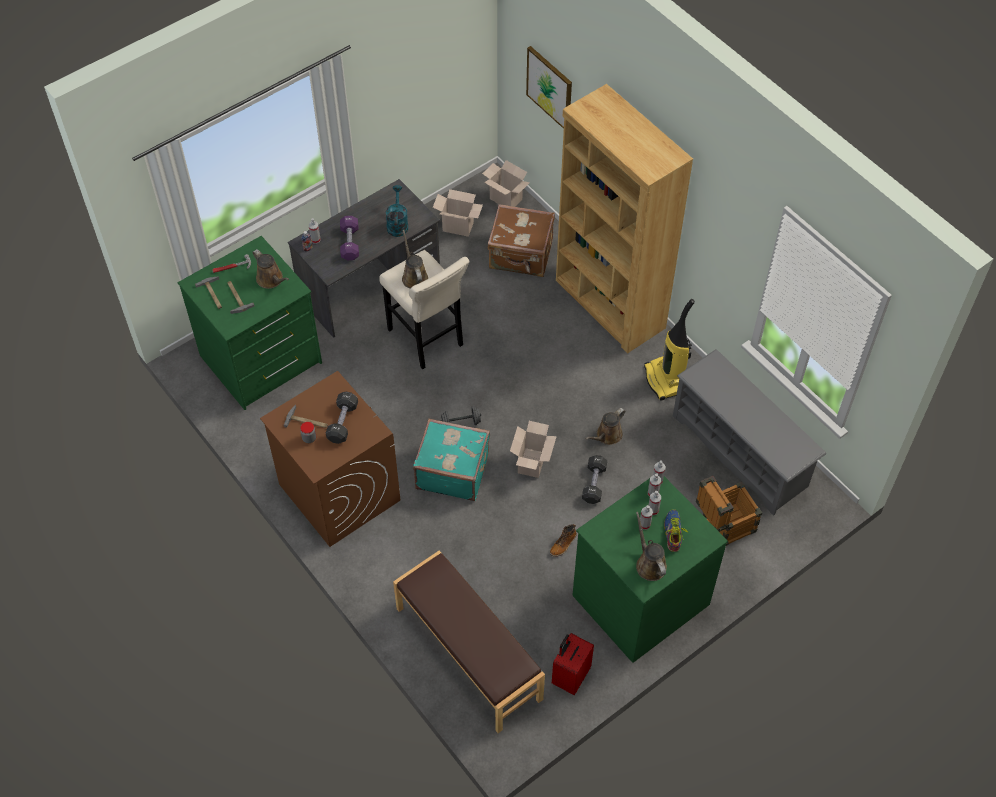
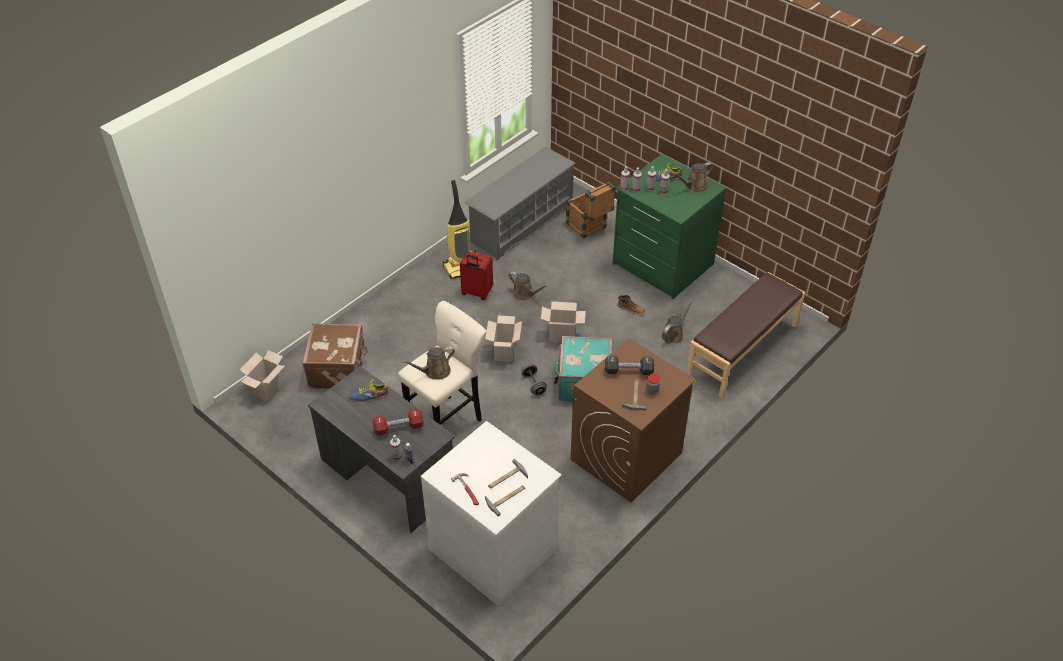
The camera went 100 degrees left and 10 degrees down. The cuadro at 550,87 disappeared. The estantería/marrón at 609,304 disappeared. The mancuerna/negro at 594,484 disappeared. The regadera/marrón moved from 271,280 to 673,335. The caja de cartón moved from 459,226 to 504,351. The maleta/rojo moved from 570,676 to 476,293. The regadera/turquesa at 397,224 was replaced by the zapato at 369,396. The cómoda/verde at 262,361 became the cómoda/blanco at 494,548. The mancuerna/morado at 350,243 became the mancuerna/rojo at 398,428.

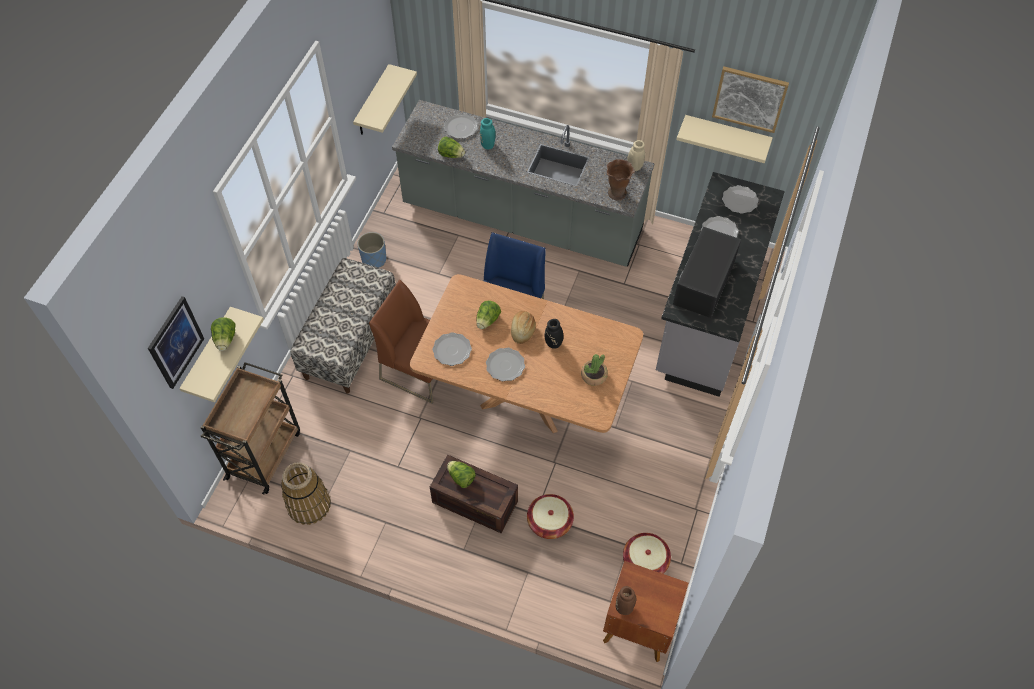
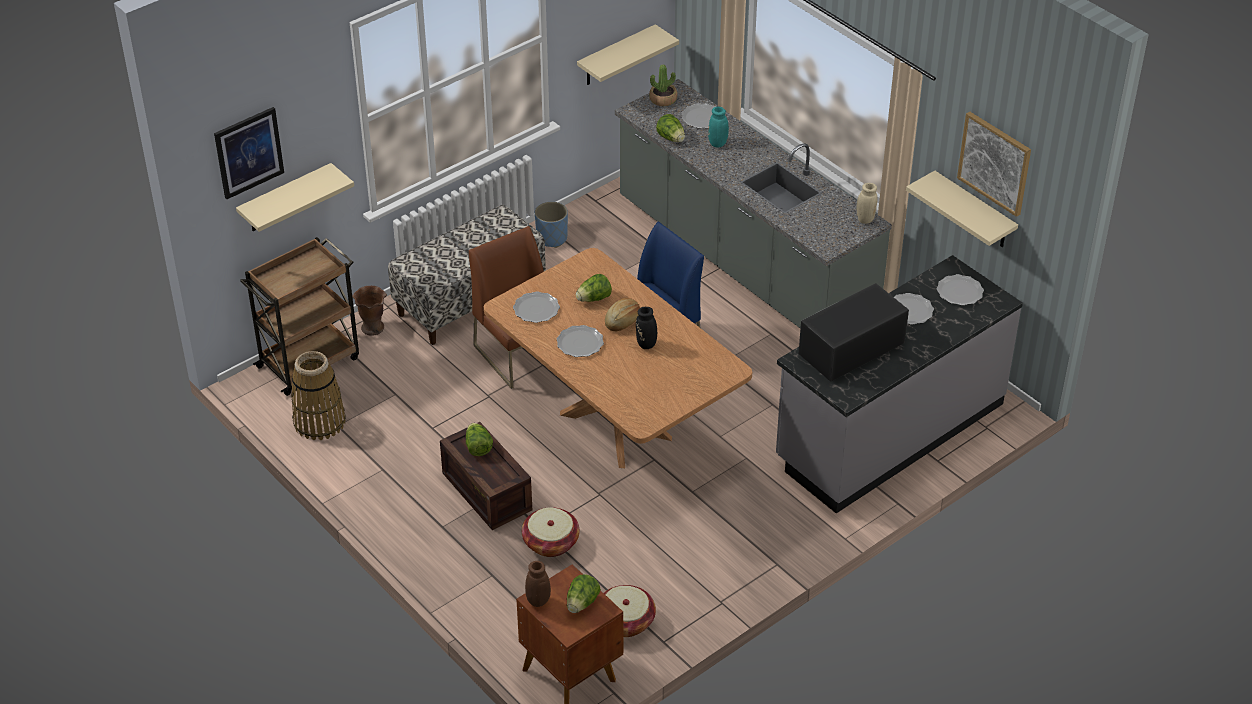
The camera went 30 degrees right and 15 degrees down. The lechuga moved from 225,339 to 582,603. The planta en maceta moved from 594,375 to 663,99. The florero/marrón moved from 617,193 to 373,328.

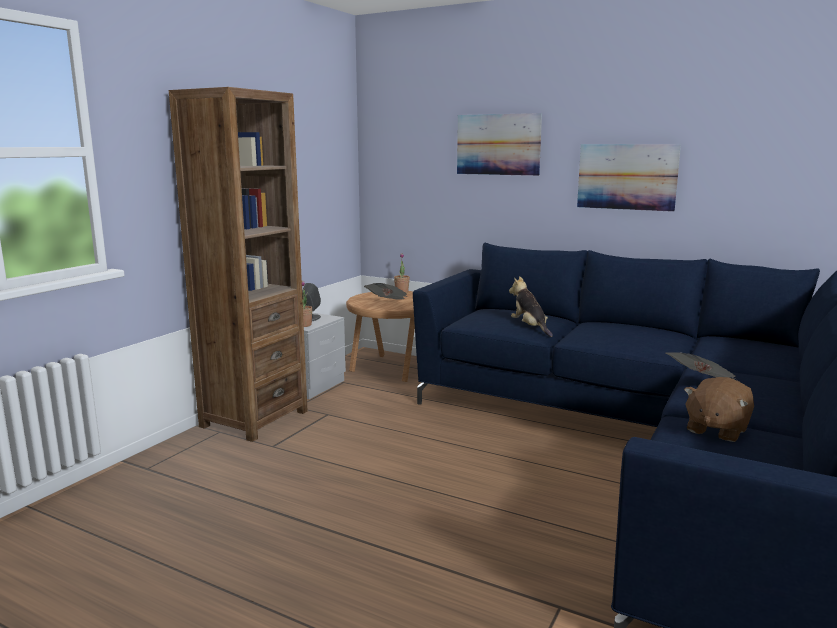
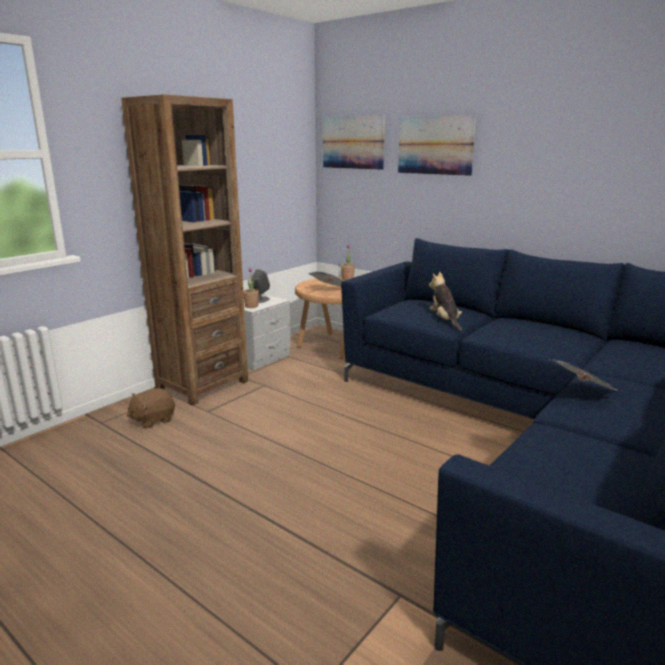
The camera went 10 degrees right and 5 degrees up. The cuadro moved from 627,177 to 353,142. The peluche/marrón moved from 716,430 to 153,420.

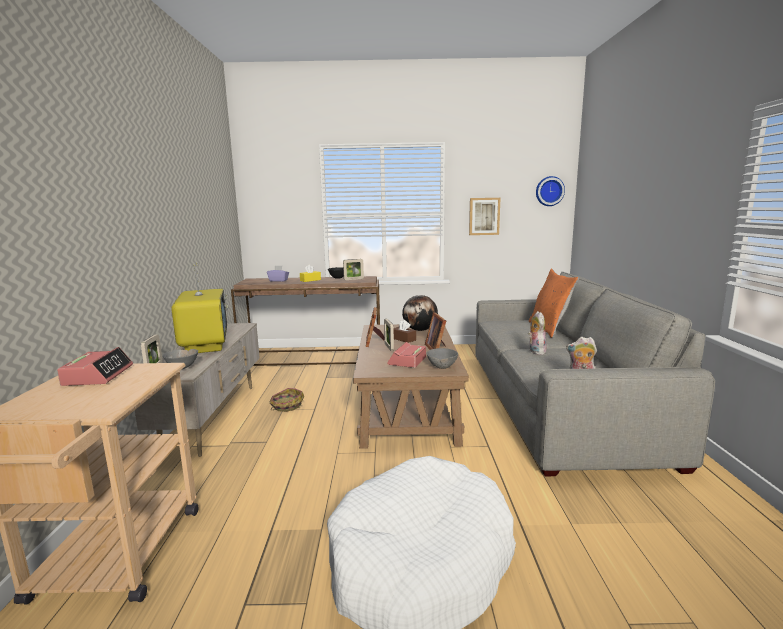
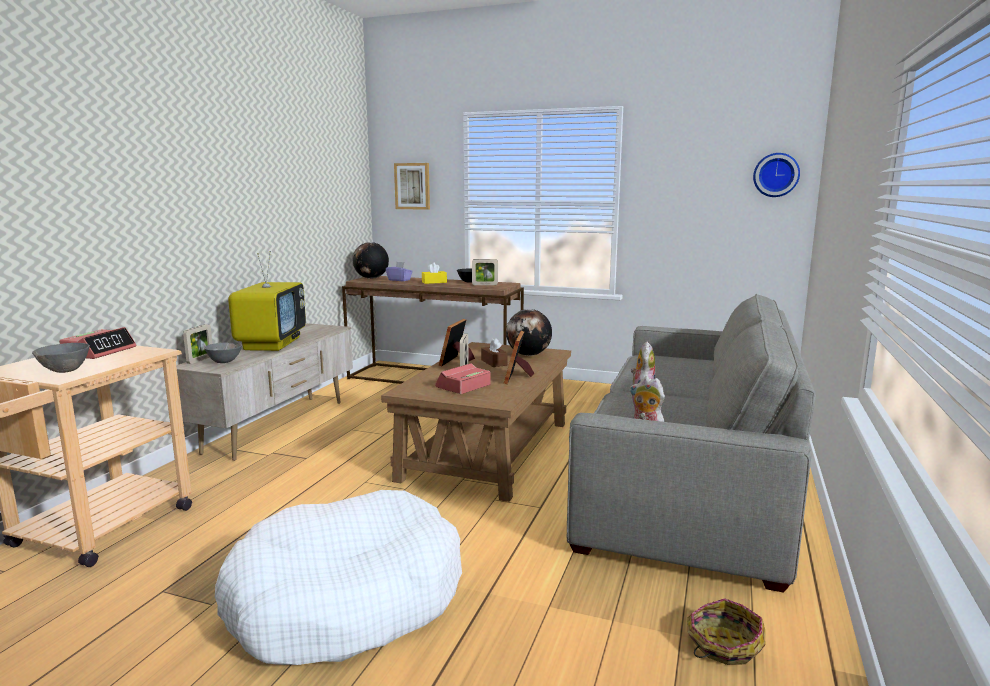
The camera went 20 degrees right and 0 degrees up. The cojín/naranja at 549,329 disappeared. The globo terráqueo at 371,278 appeared. The cesta moved from 286,406 to 723,645. The cuenco/gris moved from 441,367 to 64,371. The cuadro moved from 484,216 to 412,186.

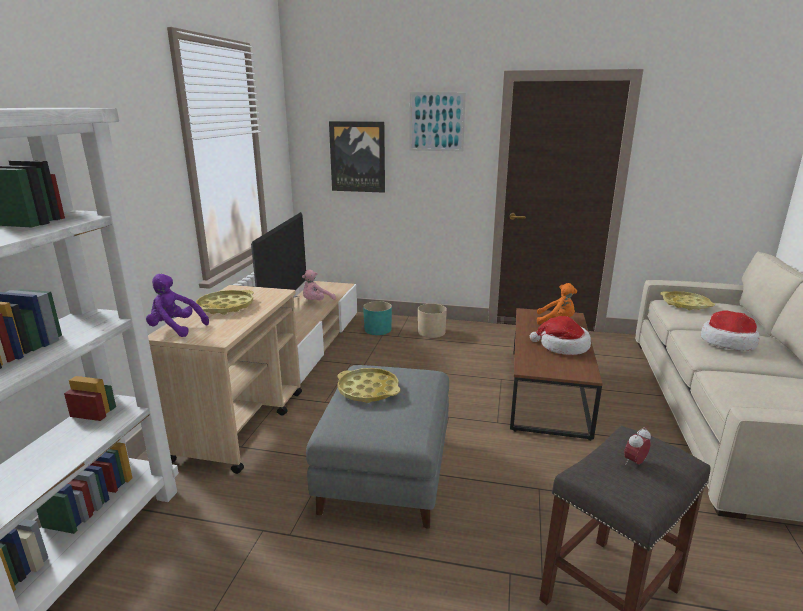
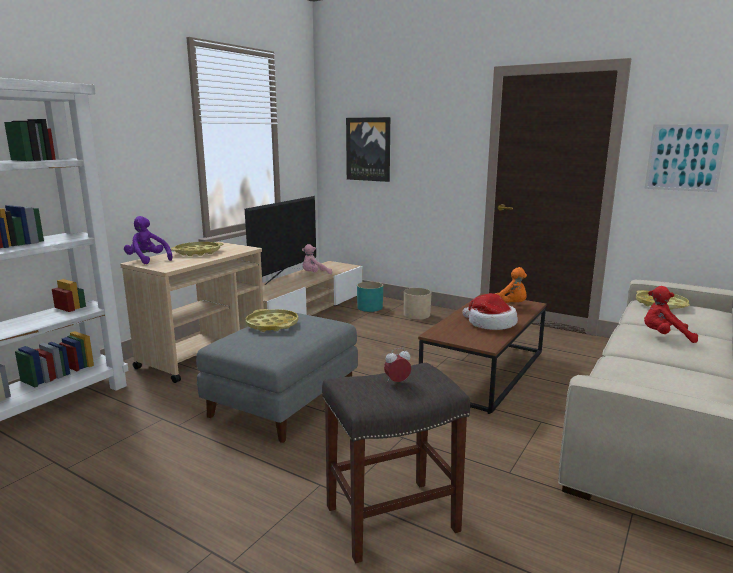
The camera went 20 degrees right and 5 degrees down. The cuadro moved from 436,122 to 684,157. The sombrero at 727,342 was replaced by the peluche/rojo at 664,336.

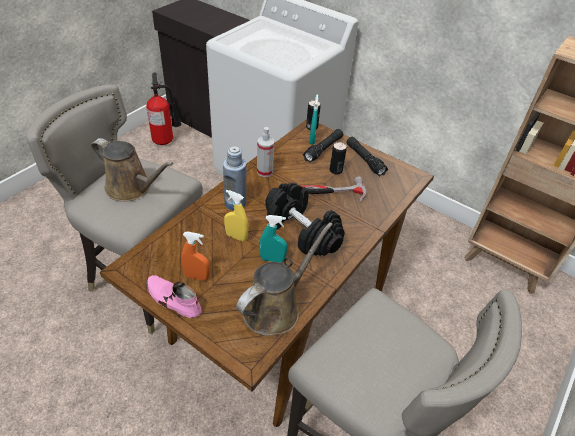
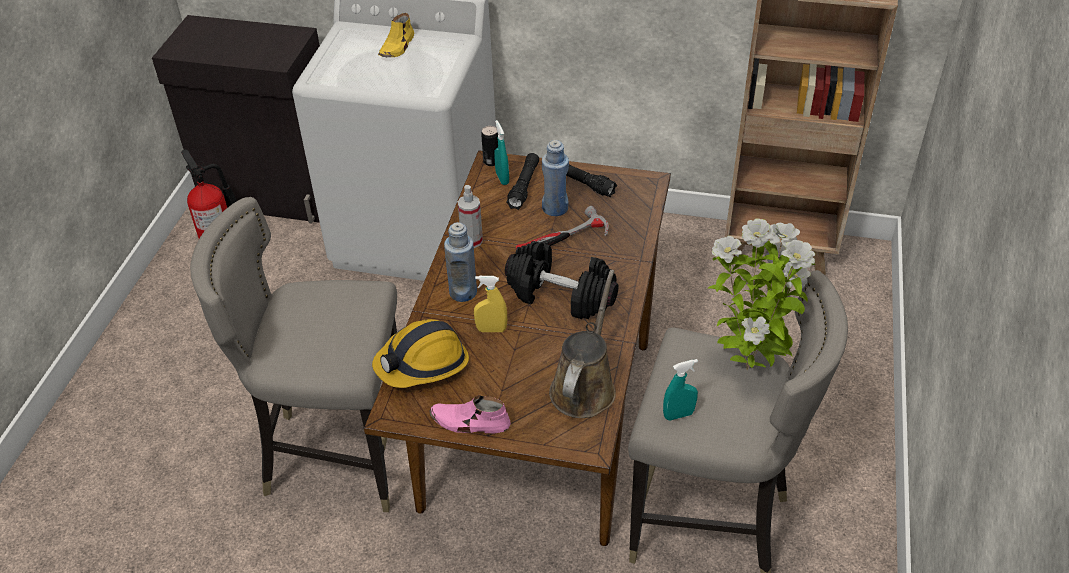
The camera went 20 degrees left and 0 degrees up. The regadera/marrón at 132,188 disappeared. The pulverizador/naranja at 197,276 disappeared. The casco at 423,364 appeared. The zapato/amarillo at 397,47 appeared. The planta en maceta at 748,368 appeared. The pulverizador/turquesa moved from 272,259 to 678,415. The lata at 336,170 was replaced by the botella/azul at 555,208.

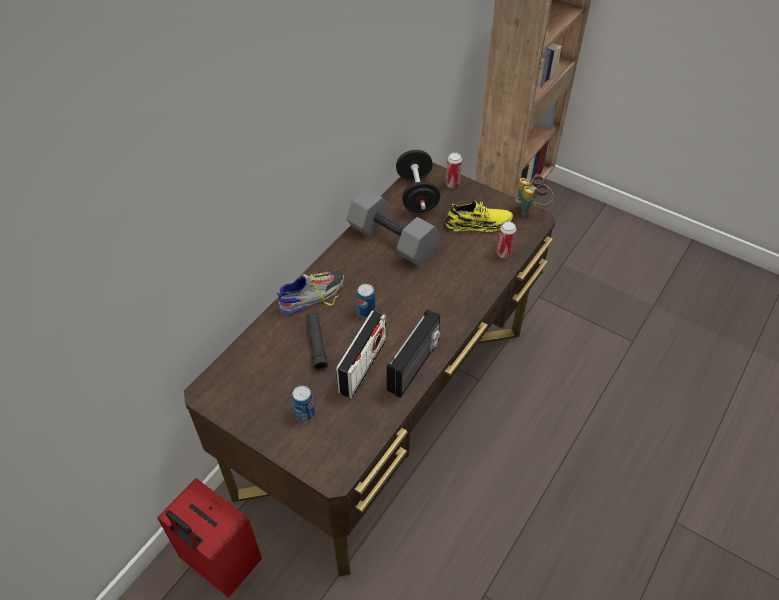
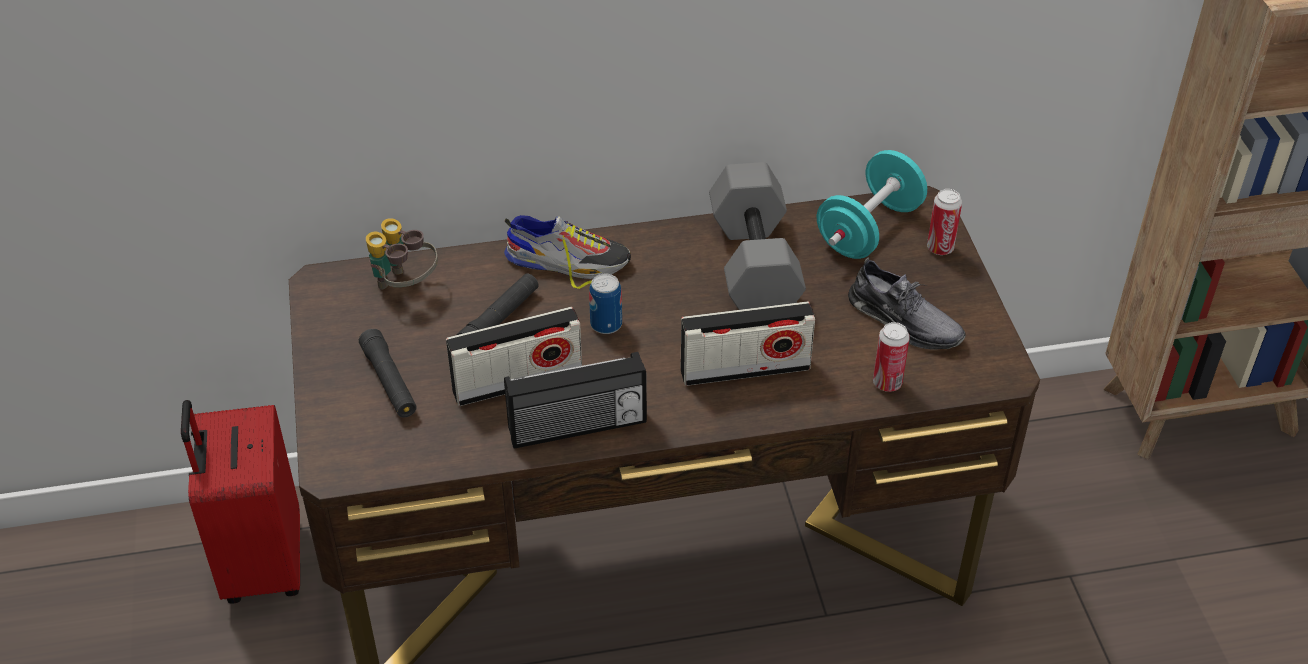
The camera went 45 degrees right and 5 degrees down. The radio at 745,369 appeared. The prismáticos moved from 531,209 to 404,286. The lata at 304,413 was replaced by the linterna/negro at 389,382. The mancuerna/negro at 417,194 became the mancuerna/turquesa at 869,229. The zapato/amarillo at 477,224 became the zapato/gris at 904,321.

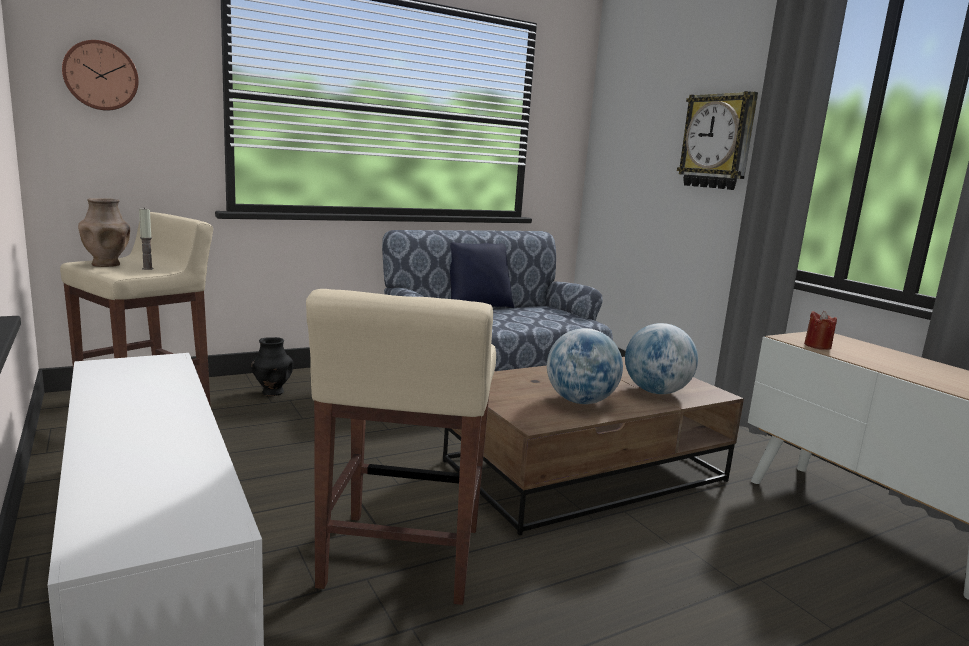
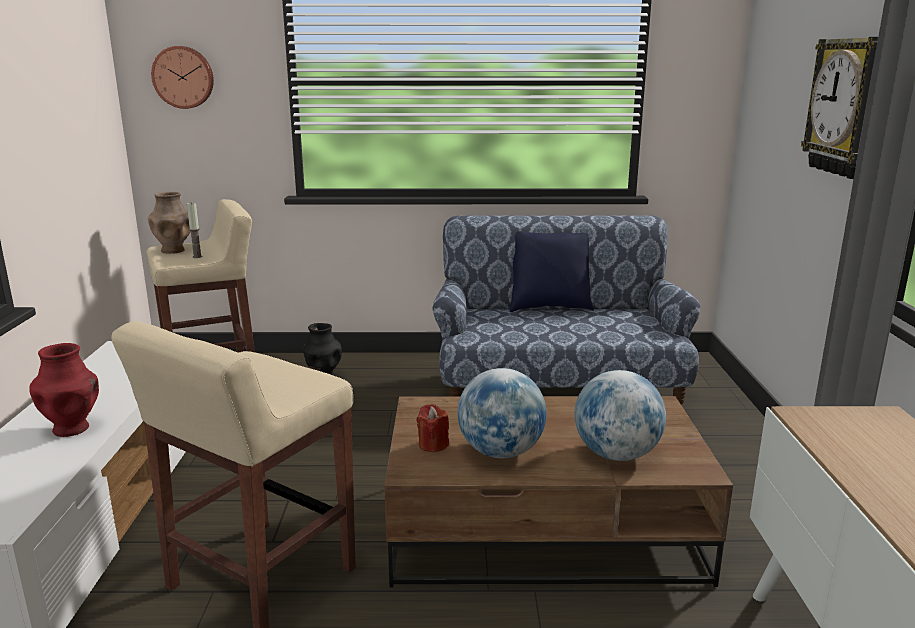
The camera went 30 degrees right and 5 degrees up. The florero/rojo at 72,429 appeared. The vela/rojo moved from 817,346 to 433,445.

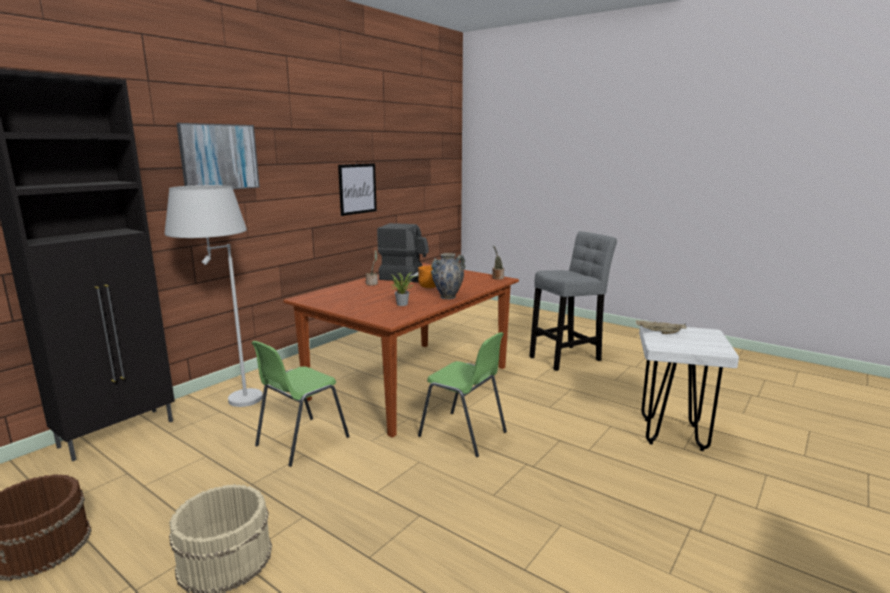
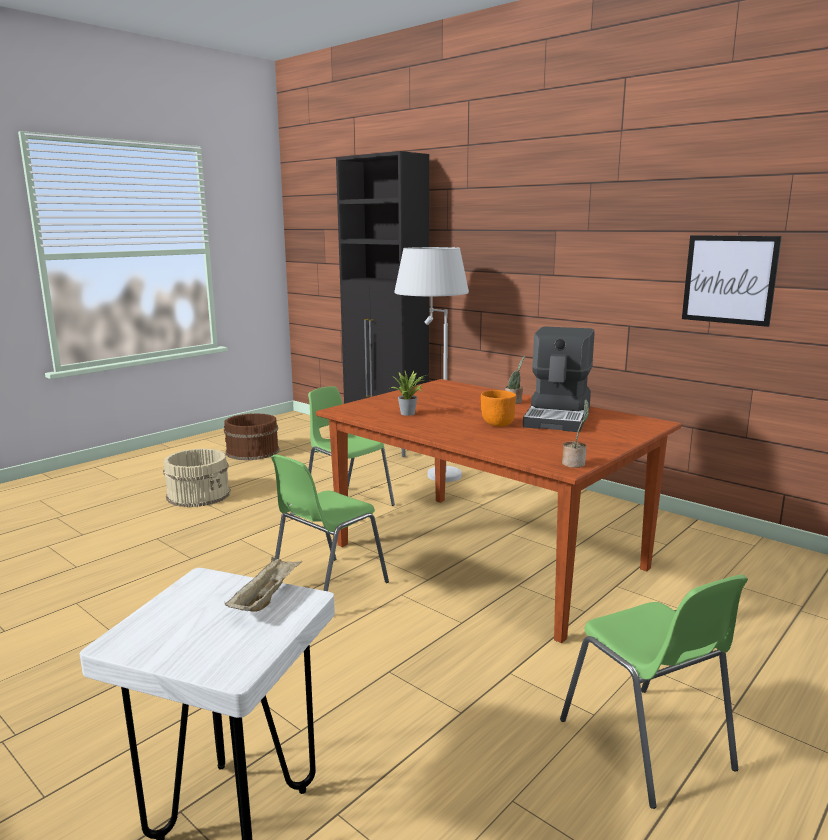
The camera went 95 degrees right and 0 degrees up. The cuadro at 219,157 disappeared. The florero at 447,297 disappeared. The taburete/gris at 568,357 was replaced by the silla/verde at 646,745.

